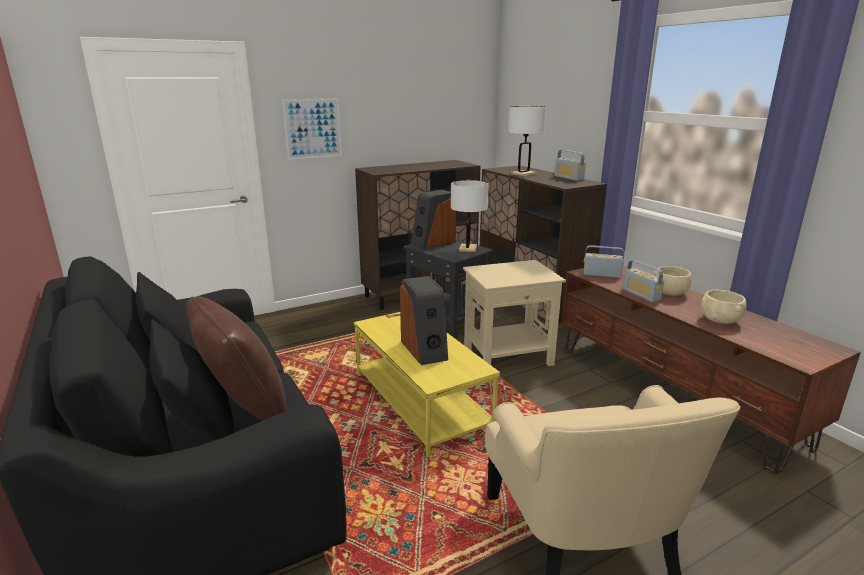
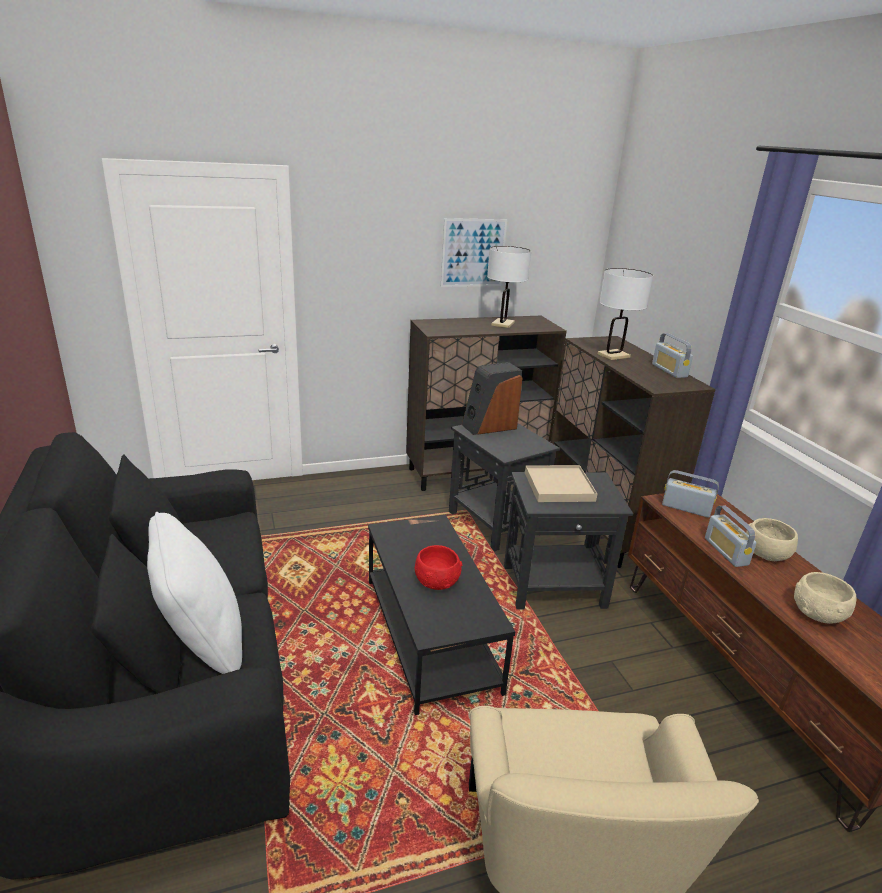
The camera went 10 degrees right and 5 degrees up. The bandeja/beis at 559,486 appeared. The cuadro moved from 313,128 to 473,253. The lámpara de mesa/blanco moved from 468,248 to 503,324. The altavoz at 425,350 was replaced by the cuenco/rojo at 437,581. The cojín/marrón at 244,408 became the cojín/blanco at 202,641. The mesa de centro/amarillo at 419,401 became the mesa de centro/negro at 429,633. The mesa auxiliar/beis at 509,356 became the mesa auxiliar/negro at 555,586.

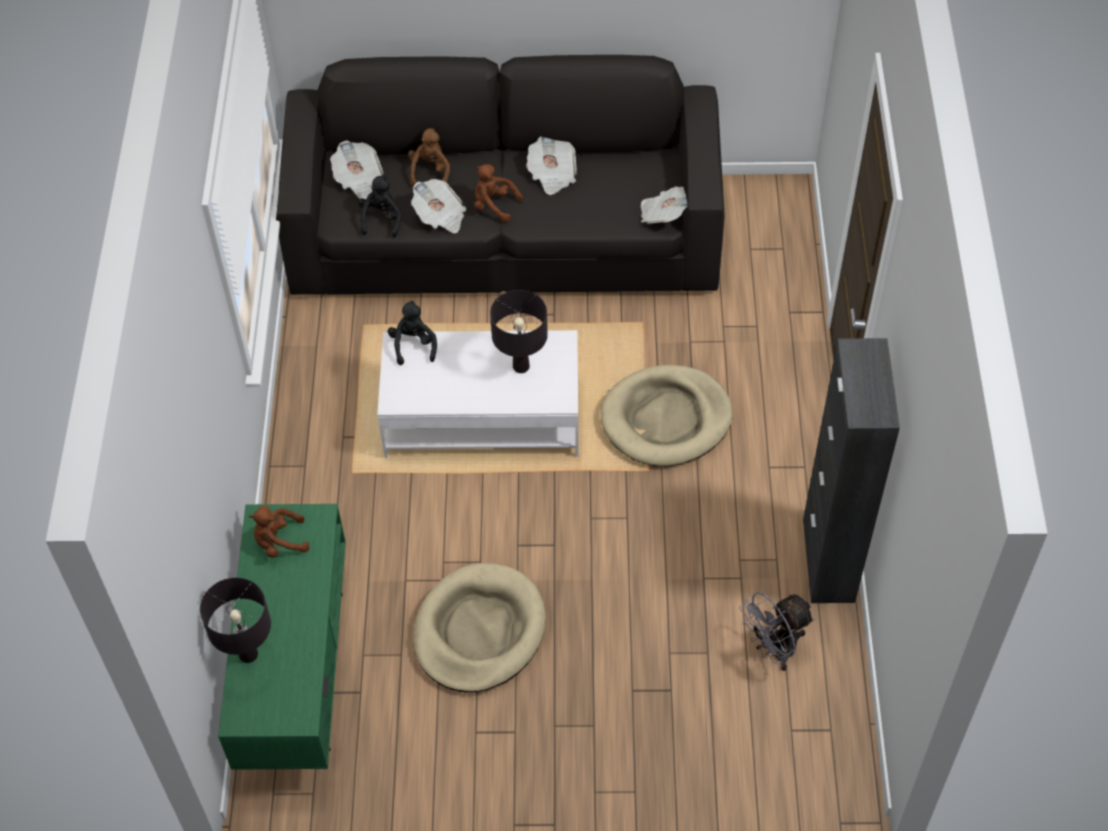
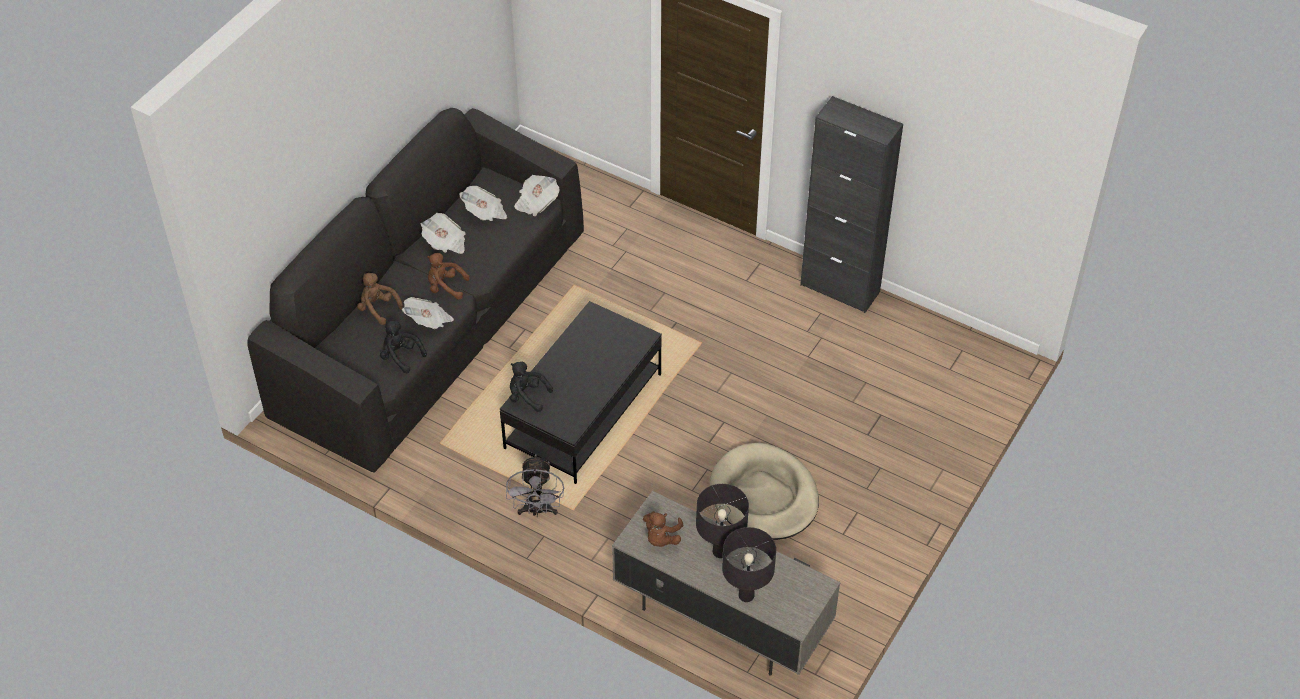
The camera went 60 degrees left and 5 degrees down. The cama para perro/beis at 666,419 disappeared. The periódico moved from 359,180 to 485,213. The lámpara de mesa/negro moved from 521,367 to 720,552. The ventilador/gris moved from 773,650 to 537,511. The mueble de televisión/verde at 295,669 became the mueble de televisión/gris at 720,617. The mesa de centro/blanco at 483,416 became the mesa de centro/negro at 583,411. The peluche/marrón at 494,205 turned 45 degrees clockwise.

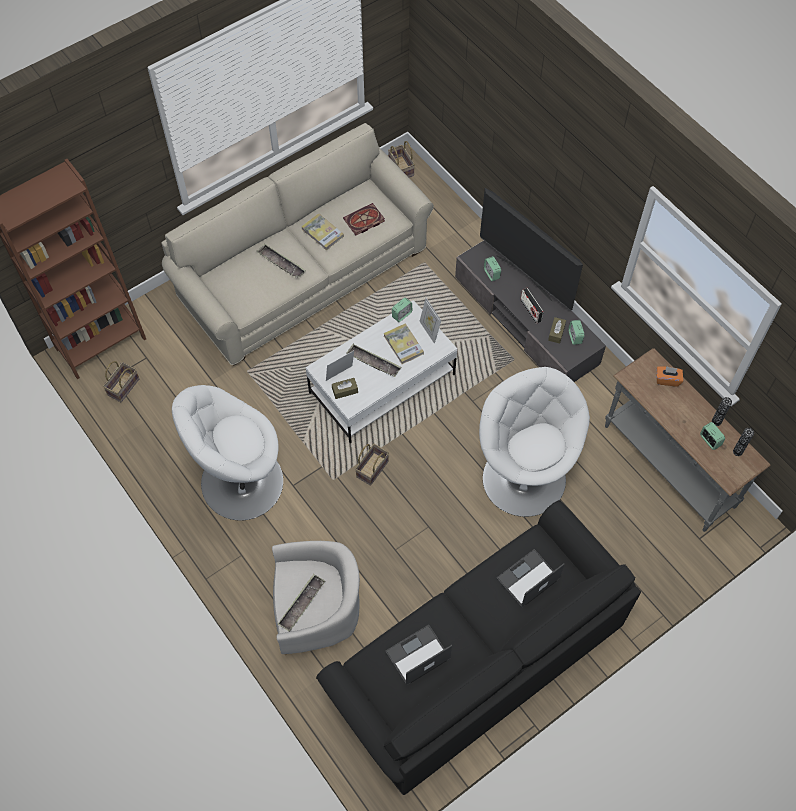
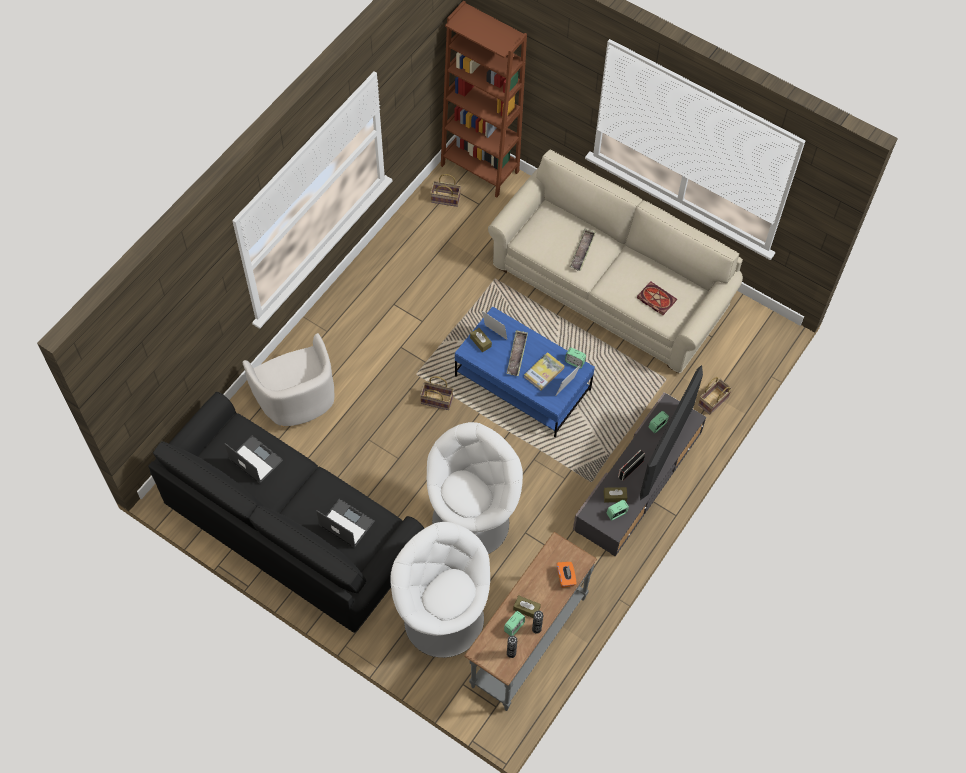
The camera went 70 degrees right and 0 degrees up. The bandeja at 301,604 disappeared. The libro at 322,233 disappeared. The caja de pañuelos/marrón at 526,609 appeared. The sillón/blanco moved from 240,482 to 443,617. The cesta moved from 402,168 to 713,401. The mesa de centro/blanco at 382,383 became the mesa de centro/azul at 523,383.

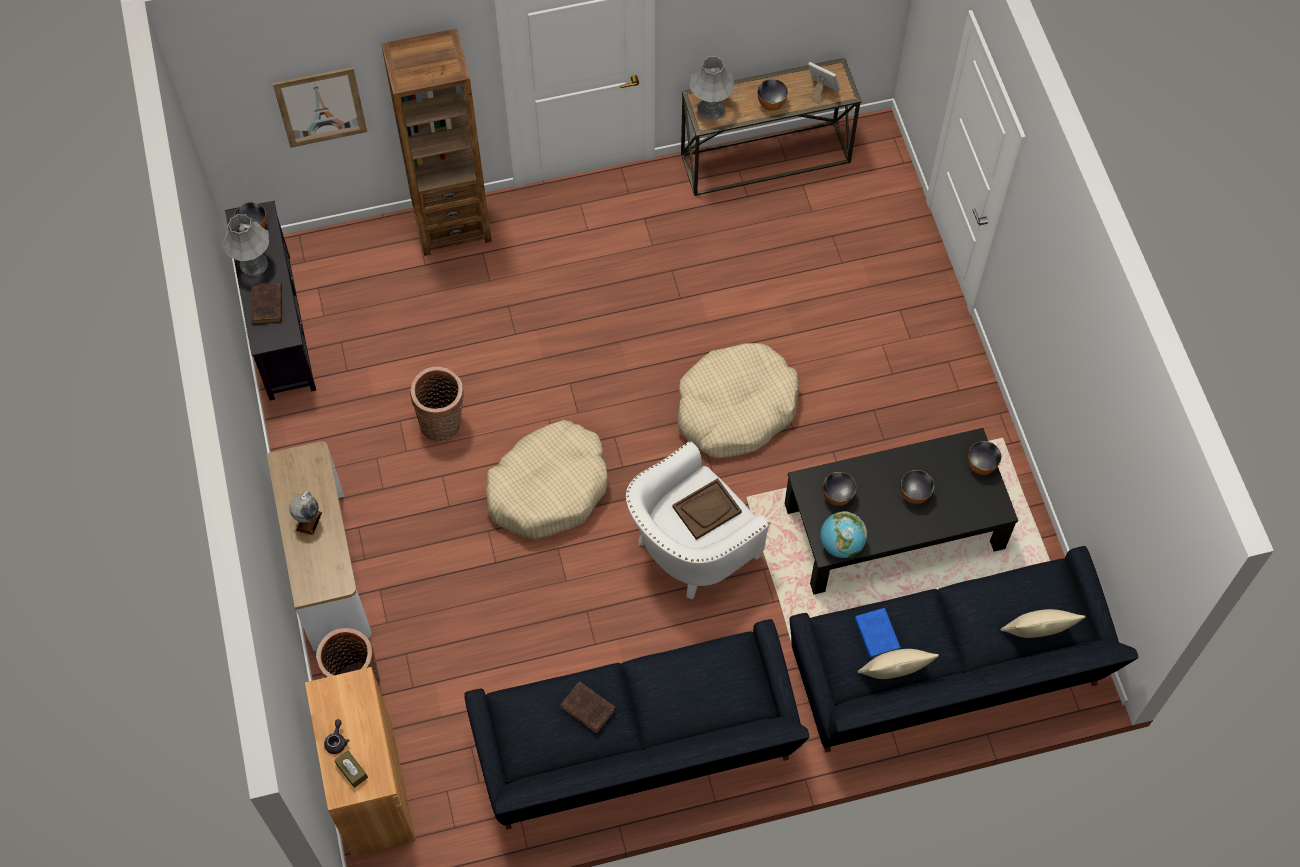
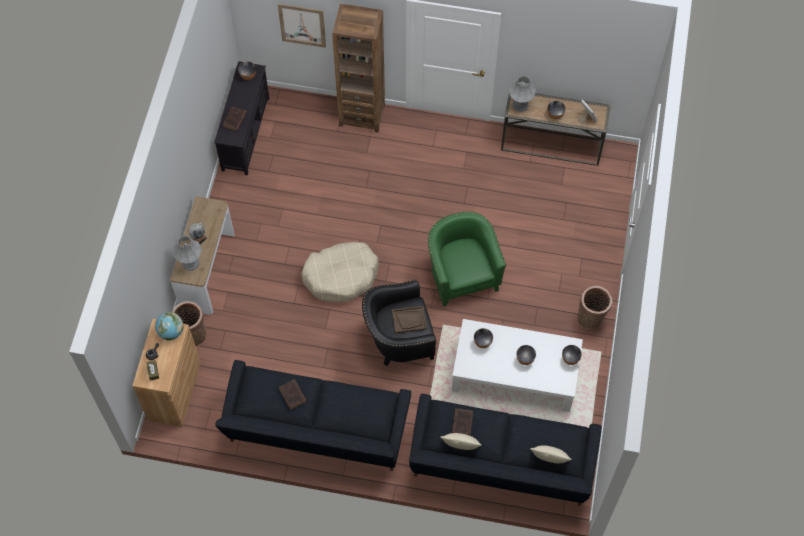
The camera went 25 degrees right and 0 degrees up. The lámpara de mesa/gris moved from 254,264 to 190,263. The cesta moved from 443,423 to 591,318. The globo terráqueo moved from 841,544 to 171,332. The cama para perro/beis at 735,408 was replaced by the sillón/verde at 462,275. The sillón/blanco at 690,550 became the sillón/negro at 398,339. The mesa de centro/negro at 893,526 became the mesa de centro/blanco at 514,373. The libro/azul at 876,633 became the libro/marrón at 462,422.

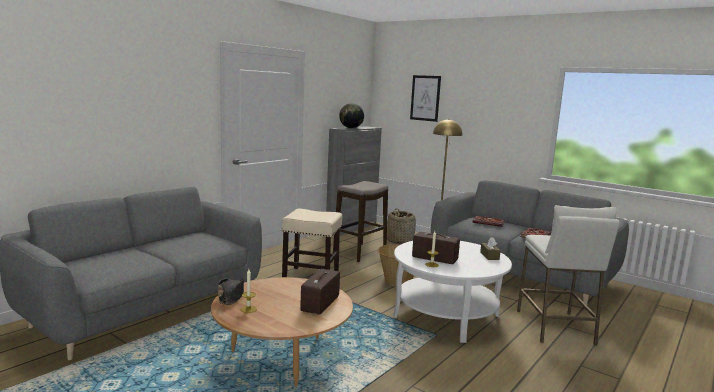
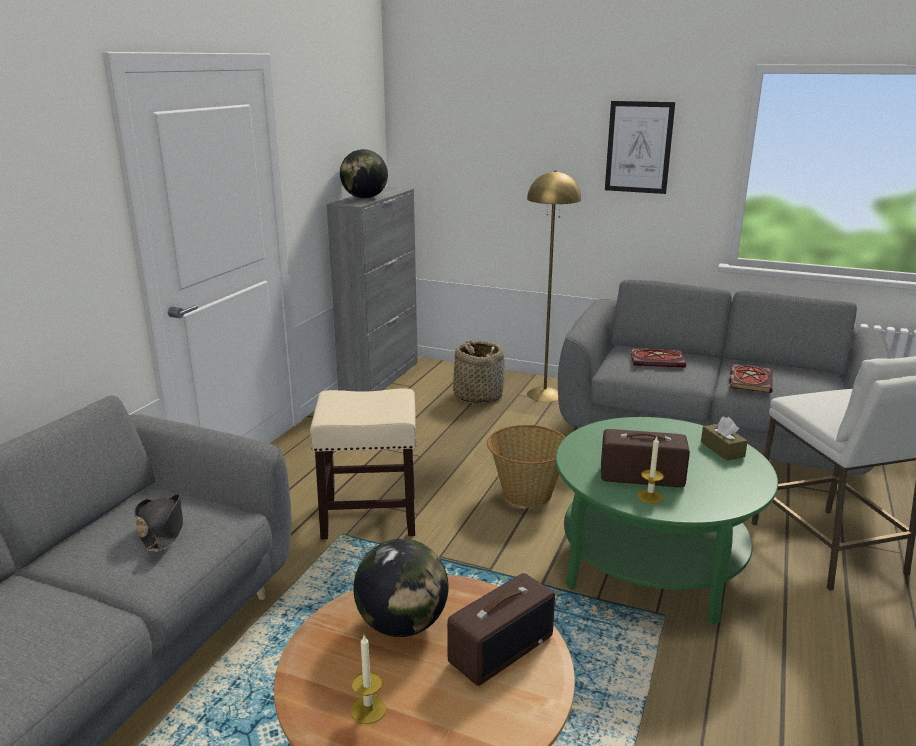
The camera went 15 degrees left and 10 degrees up. The taburete at 359,253 disappeared. The globo terráqueo at 402,625 appeared. The sombrero/negro moved from 231,296 to 162,530. The cuadro moved from 425,98 to 639,147. The mesa de centro/blanco at 446,316 became the mesa de centro/verde at 652,562. The radio at 320,303 turned 135 degrees counterclockwise.

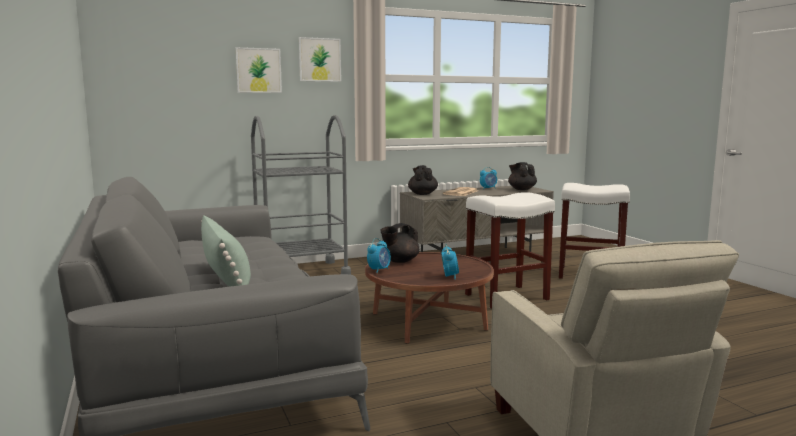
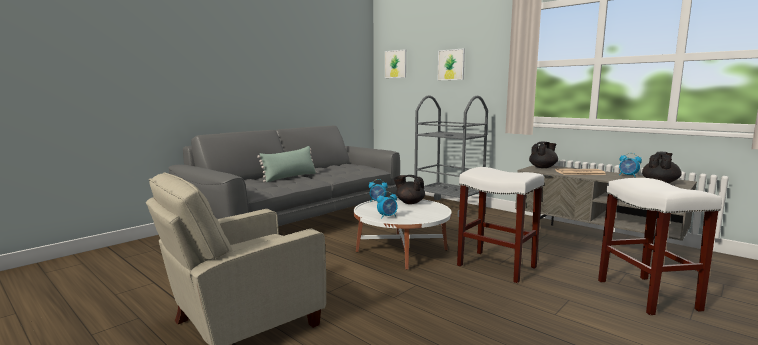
The camera went 65 degrees right and 0 degrees up. The cuadro moved from 320,59 to 395,64. The mesa de centro/marrón at 428,322 became the mesa de centro/blanco at 401,251.

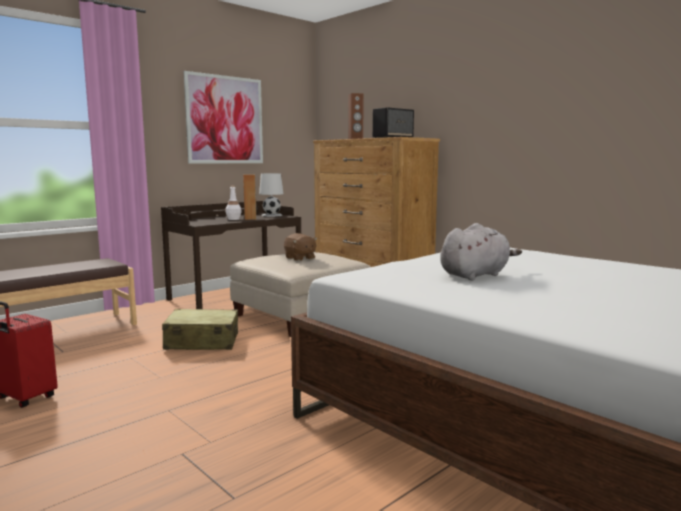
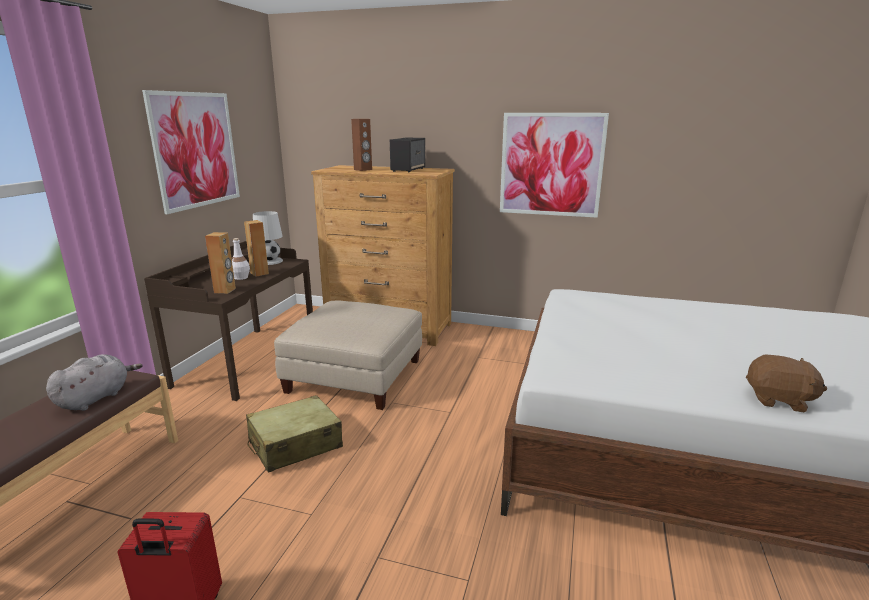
The camera went 30 degrees left and 10 degrees up. The altavoz/marrón at 225,290 appeared. The cuadro at 551,165 appeared. The peluche/marrón moved from 300,258 to 778,400. The peluche/gris moved from 476,275 to 96,398.

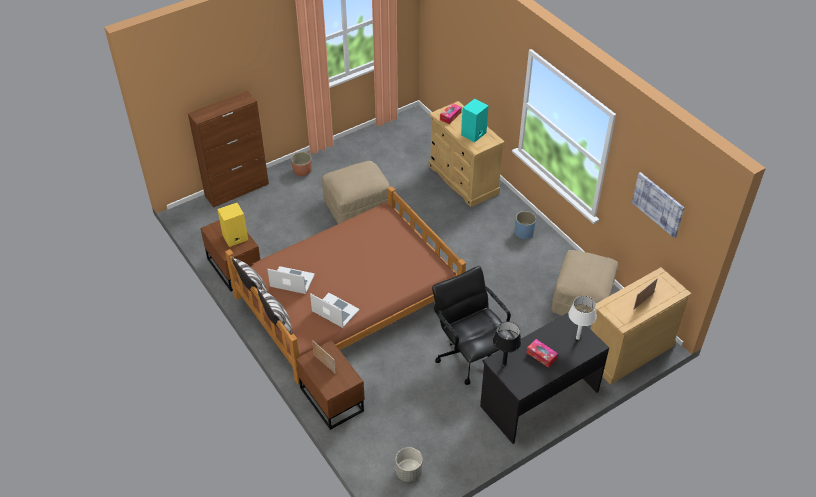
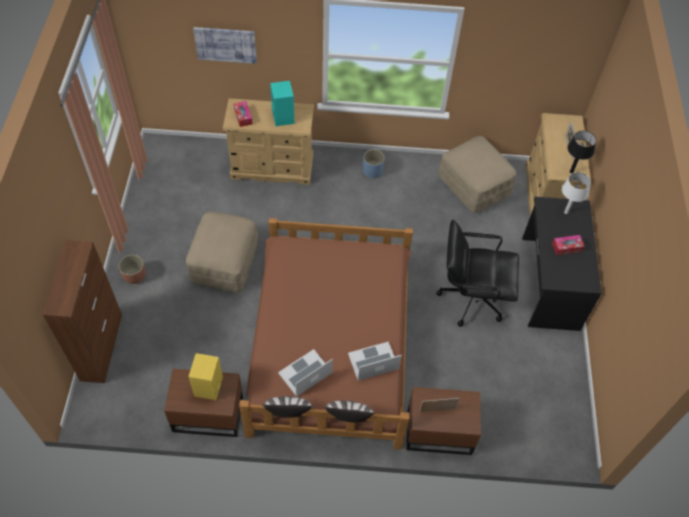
The camera went 55 degrees left and 10 degrees up. The maceta/gris at 408,472 disappeared. The lámpara de mesa/negro moved from 504,363 to 571,171. The cuadro moved from 658,204 to 225,44.

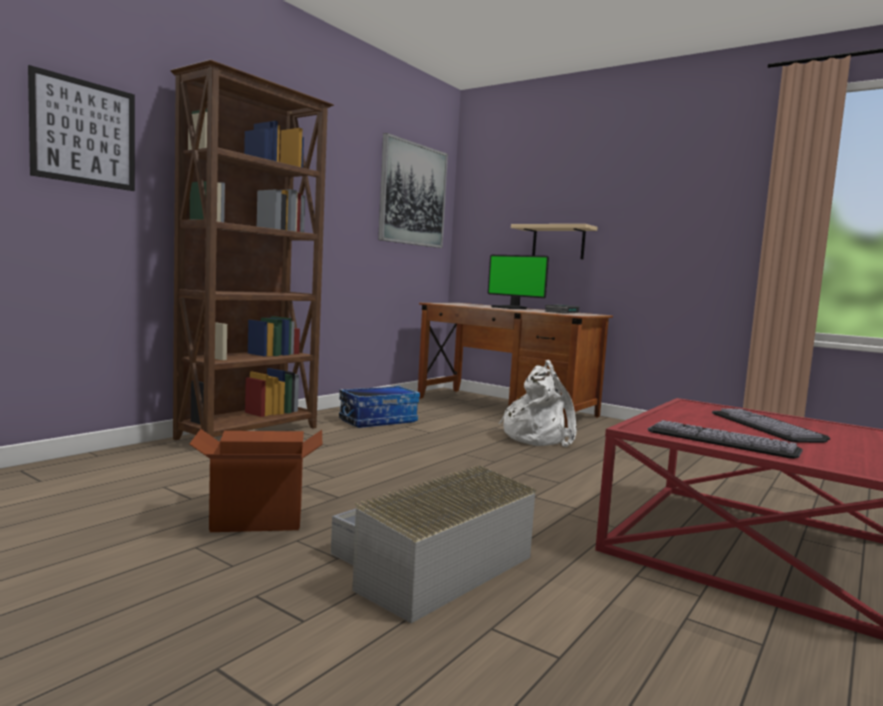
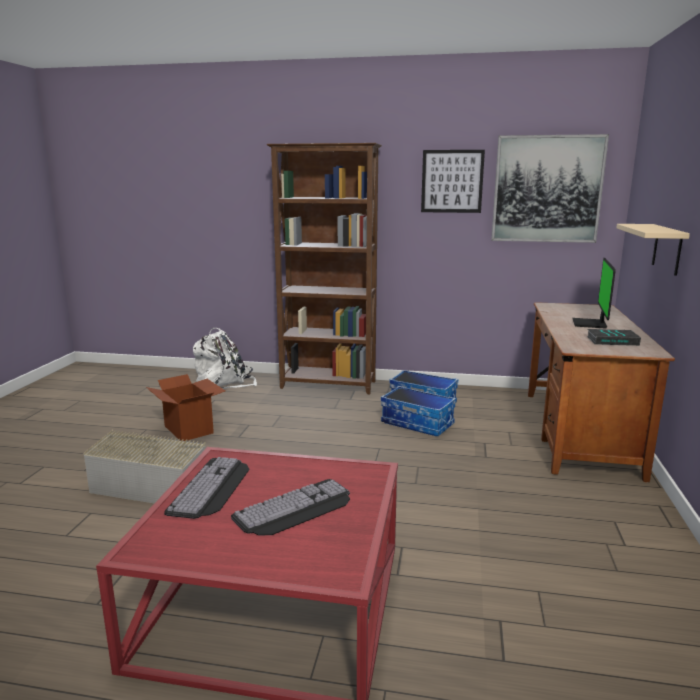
The camera went 65 degrees right and 10 degrees up. The caja de almacenaje at 418,423 appeared. The cuadro moved from 84,132 to 452,181. The mochila/blanco moved from 538,437 to 224,383.

